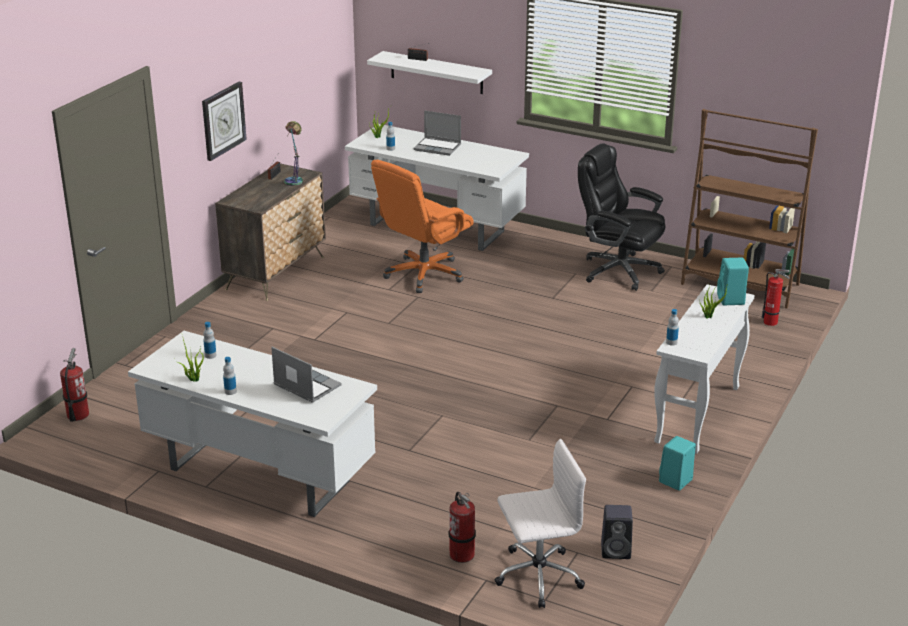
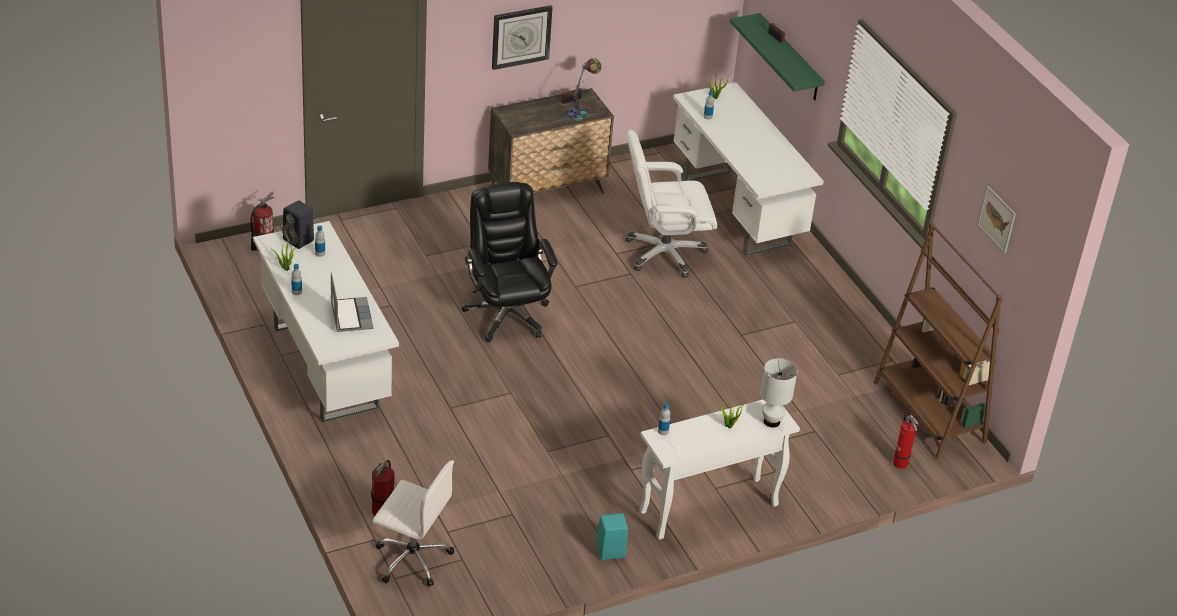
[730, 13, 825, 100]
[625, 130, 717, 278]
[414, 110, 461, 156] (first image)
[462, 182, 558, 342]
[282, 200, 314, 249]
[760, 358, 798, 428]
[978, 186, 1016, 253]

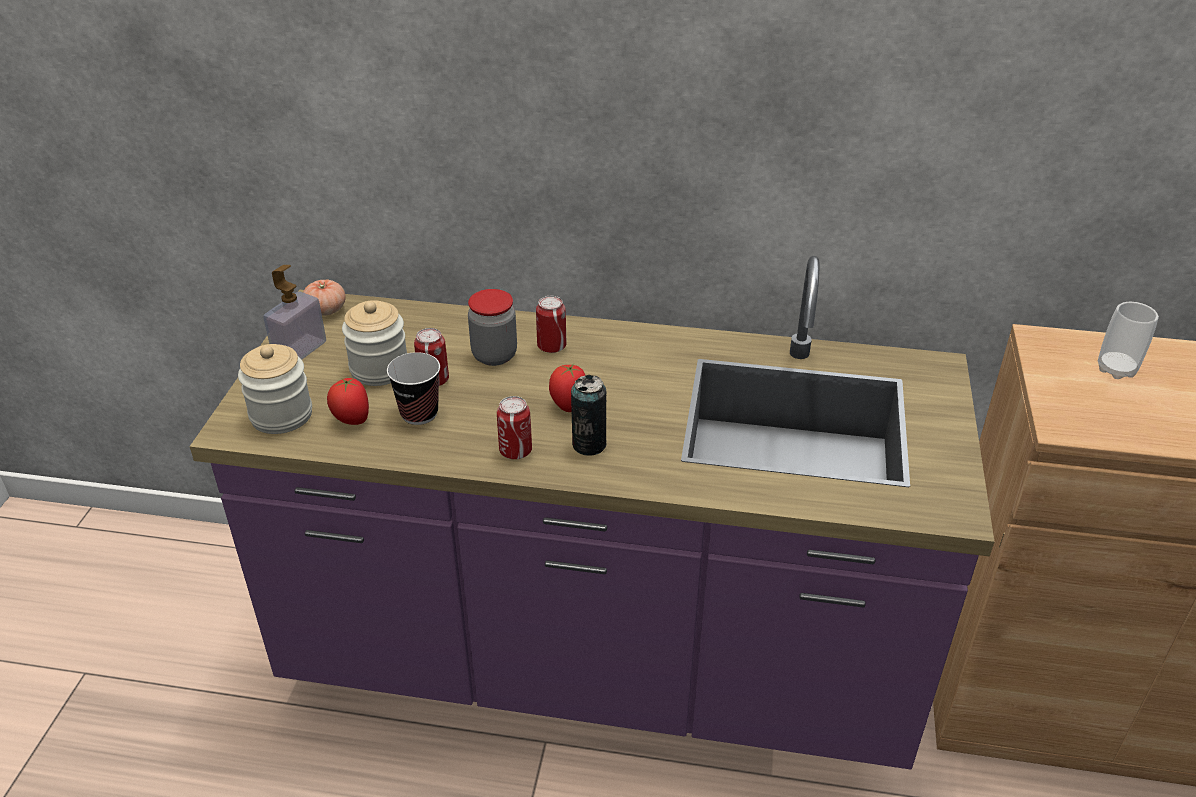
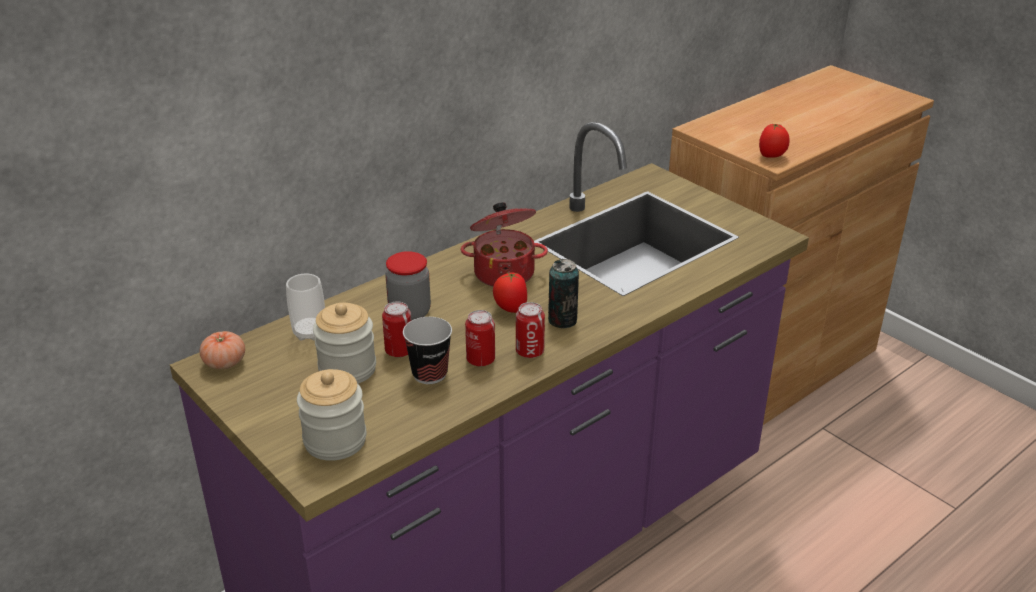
[263, 265, 326, 360] (first image)
[759, 123, 789, 158]
[465, 310, 495, 366]
[286, 273, 325, 340]
[461, 202, 548, 287]

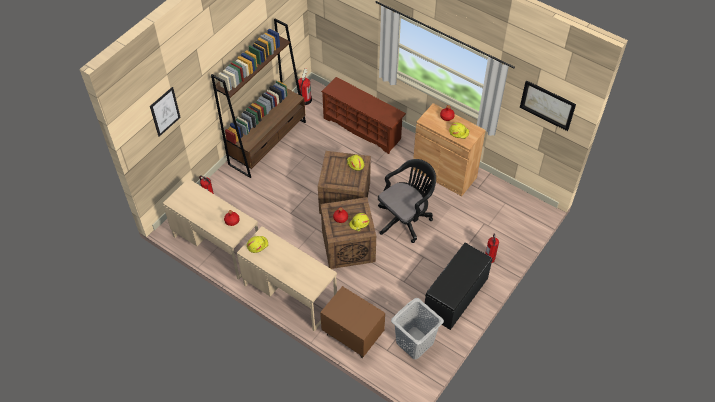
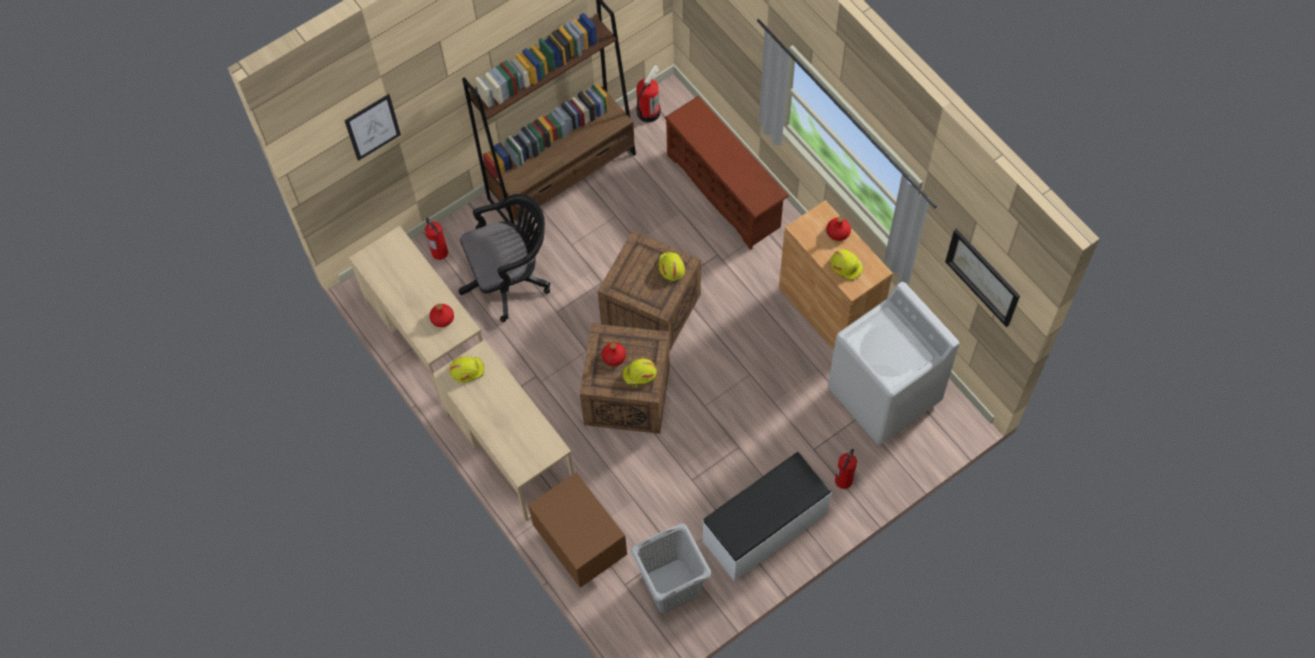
[458, 194, 550, 322]
[703, 452, 832, 581]
[828, 282, 959, 445]

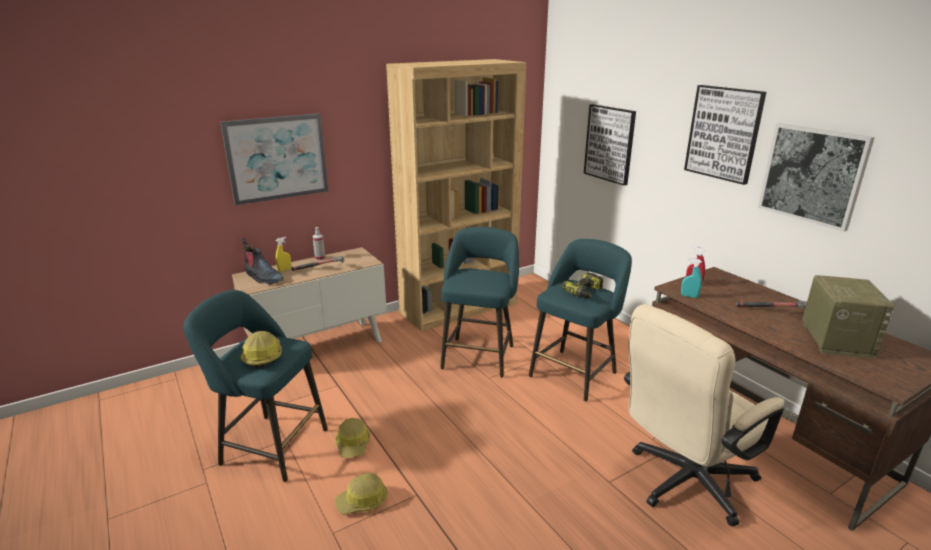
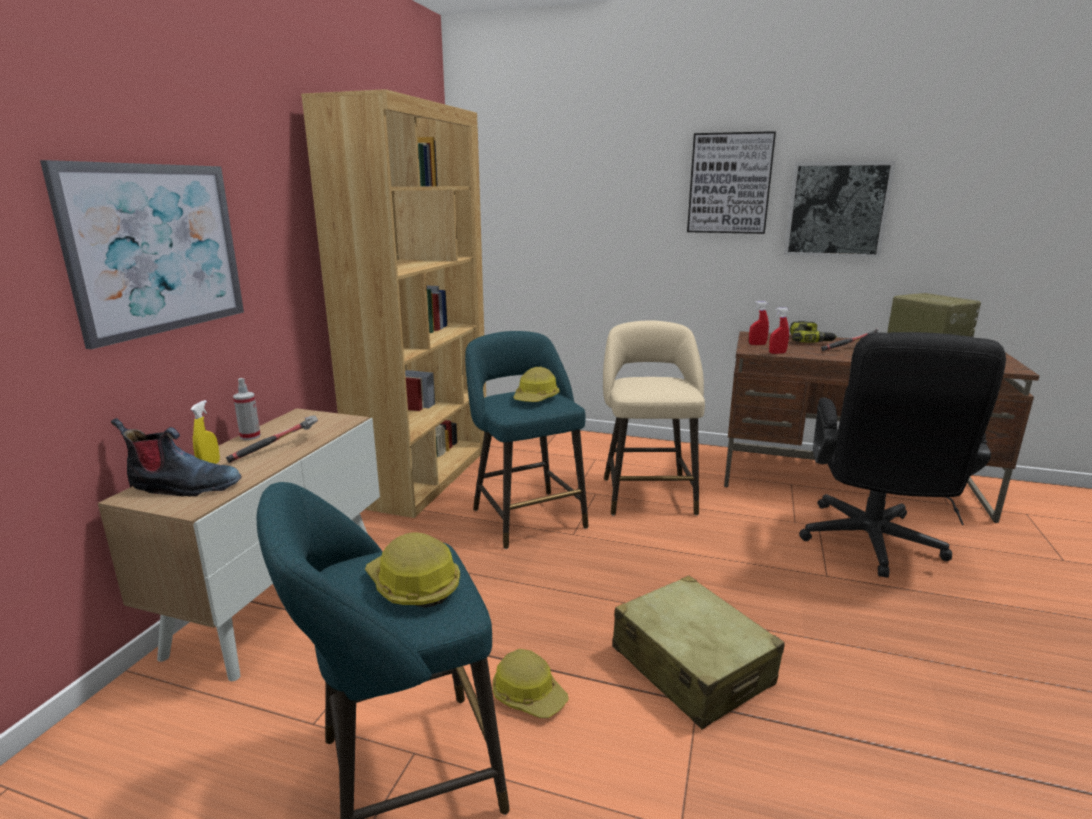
[513, 367, 560, 402]
[603, 320, 705, 516]
[790, 321, 837, 343]
[584, 104, 636, 186] (first image)
[799, 332, 1006, 578]
[769, 308, 789, 354]
[612, 575, 785, 729]

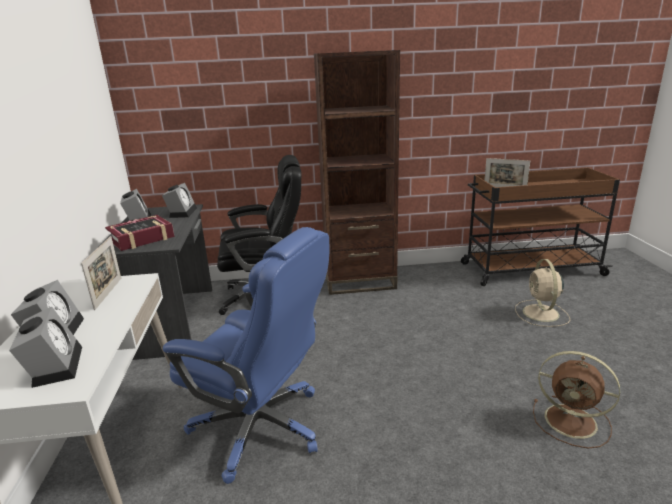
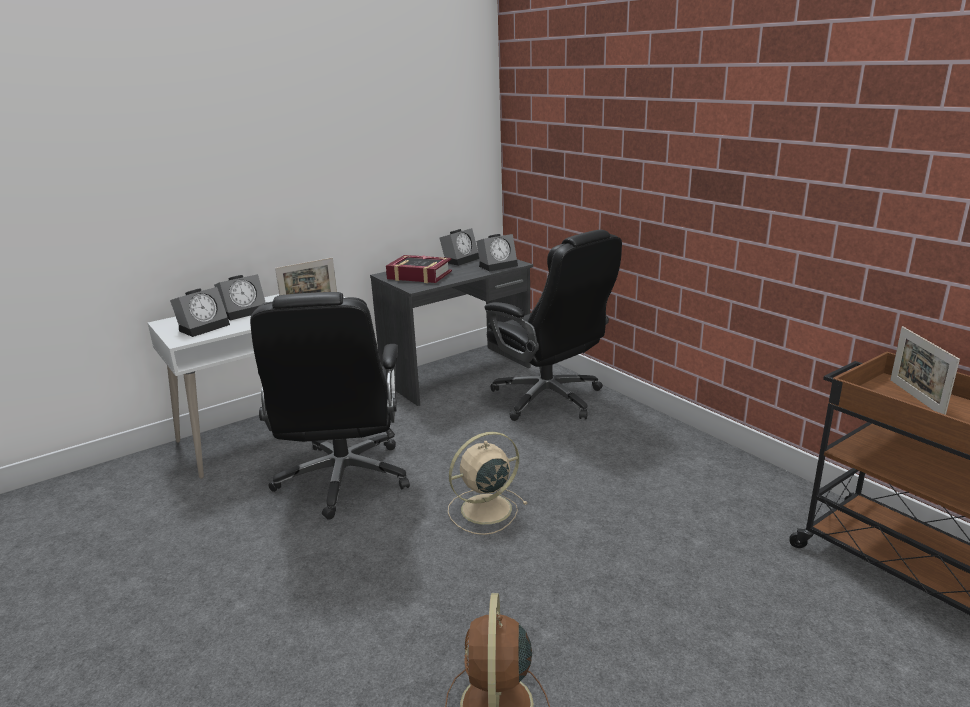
[250, 292, 410, 520]
[314, 50, 400, 295] (first image)
[448, 432, 528, 535]

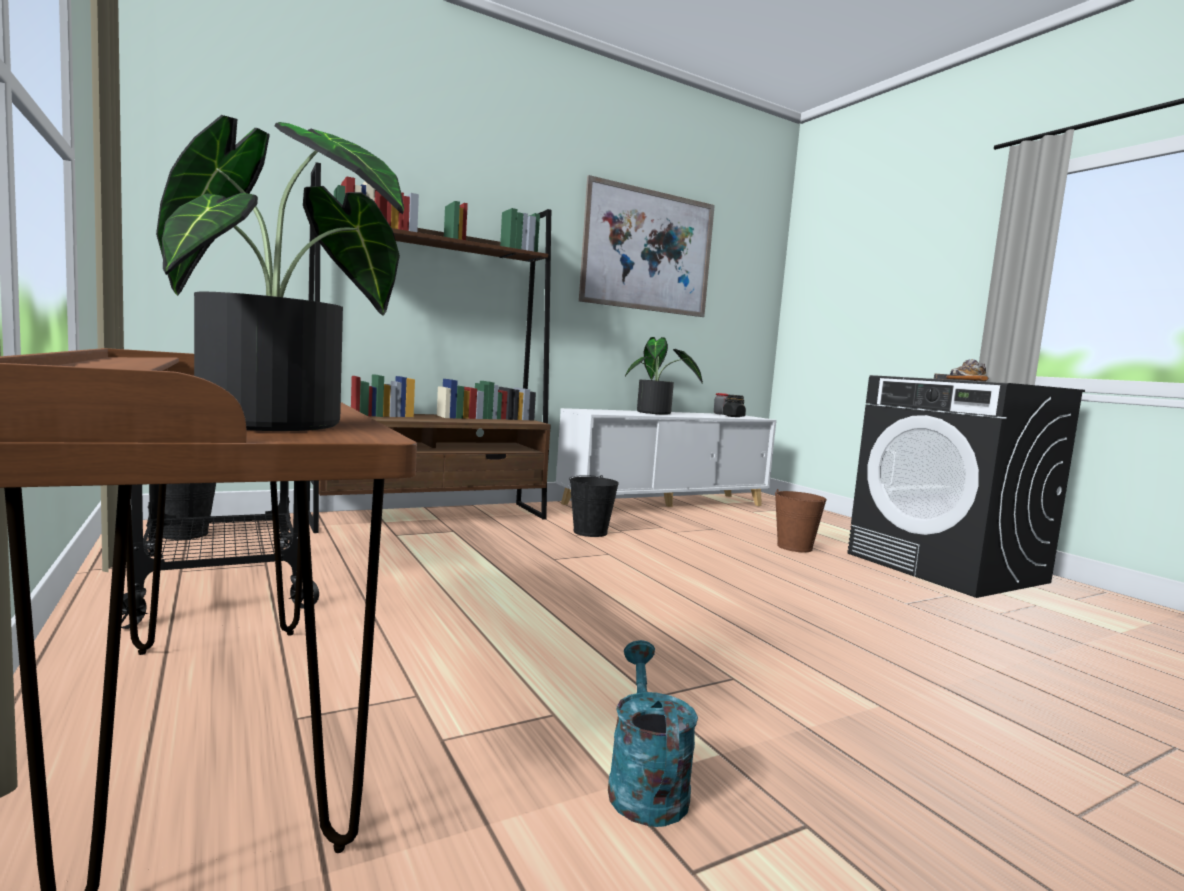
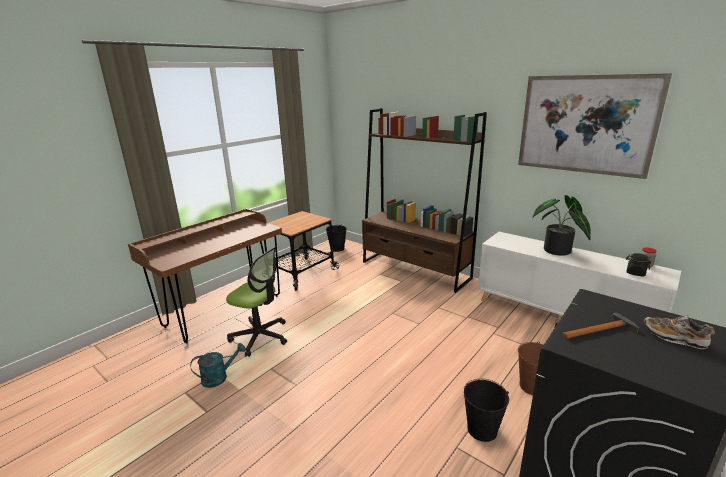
[156, 115, 404, 431] (first image)
[464, 379, 509, 442]
[226, 247, 287, 357]

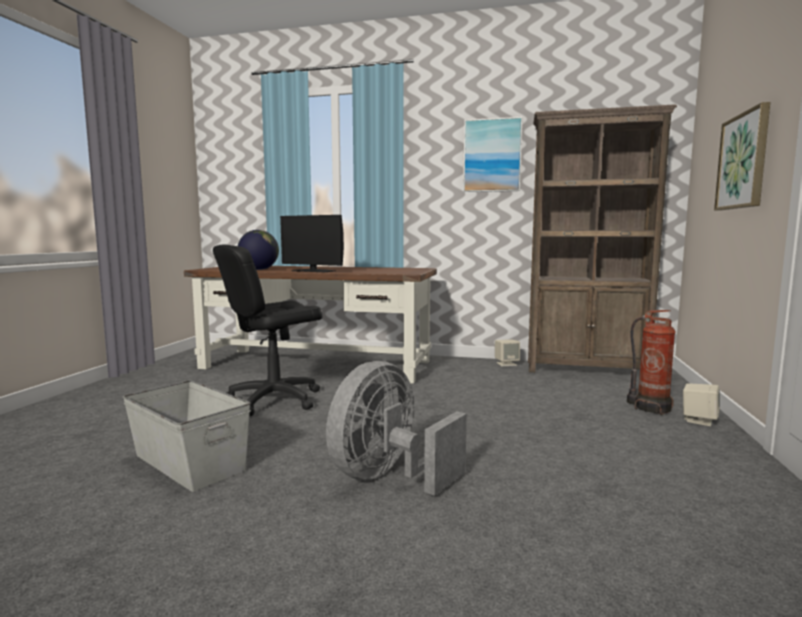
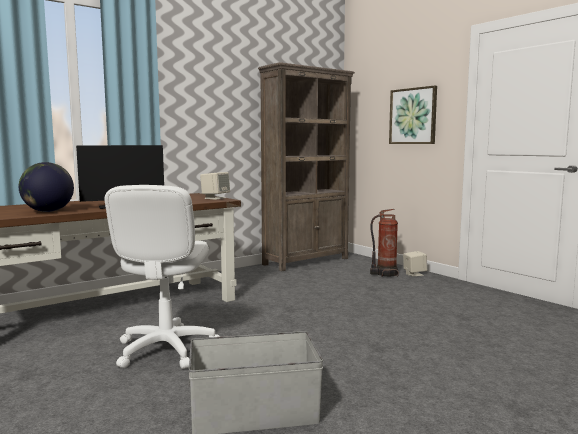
[105, 185, 220, 369]
[326, 361, 467, 496] (first image)
[463, 117, 523, 192] (first image)
[200, 172, 230, 200]

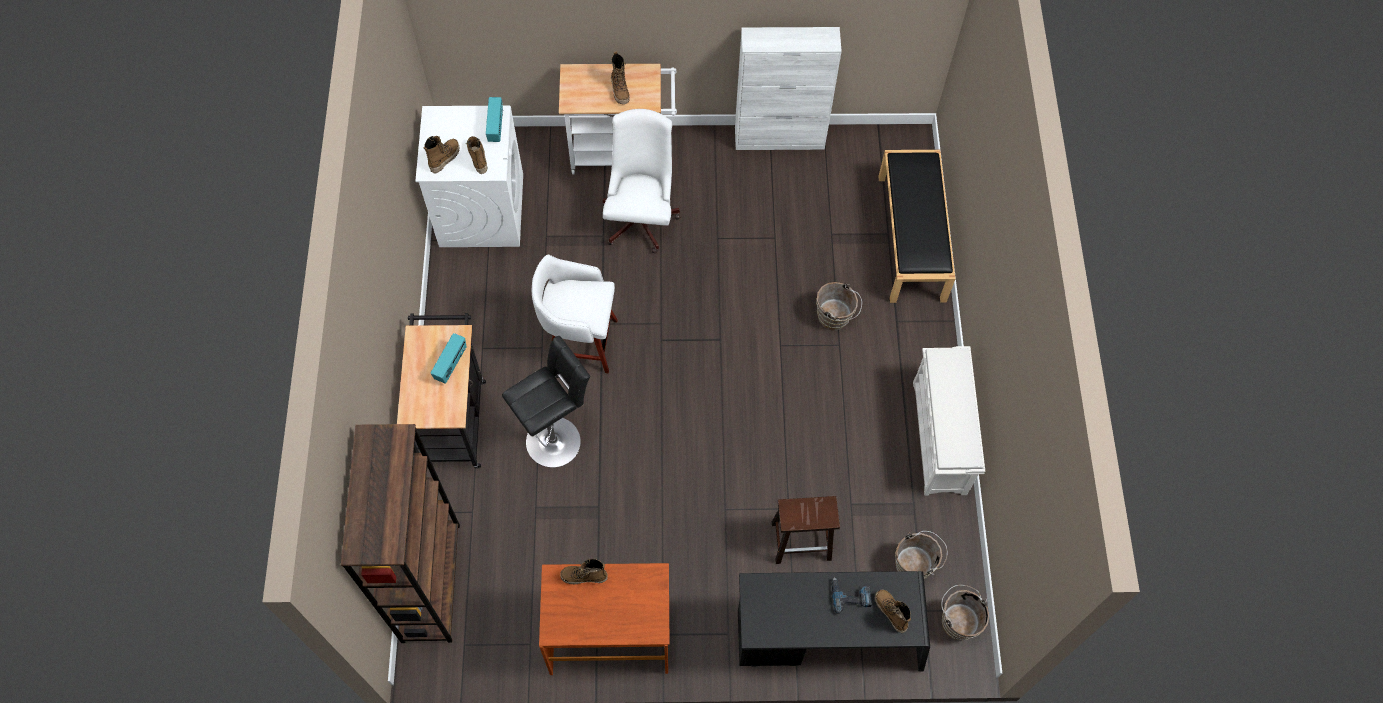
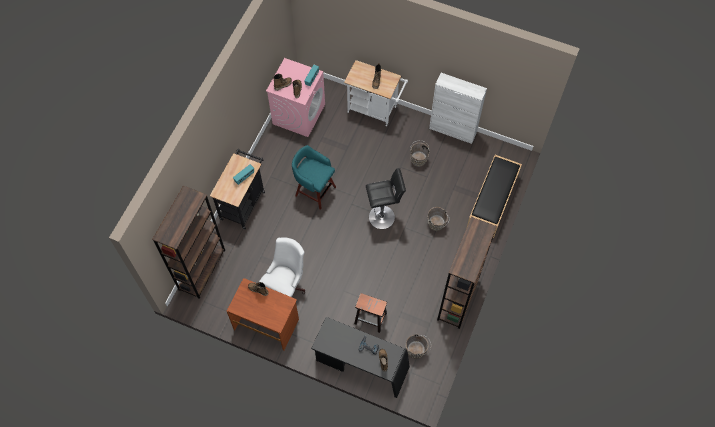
[266, 58, 325, 137]
[366, 168, 406, 229]
[292, 145, 336, 210]
[259, 237, 305, 297]
[437, 217, 497, 329]
[409, 140, 431, 167]

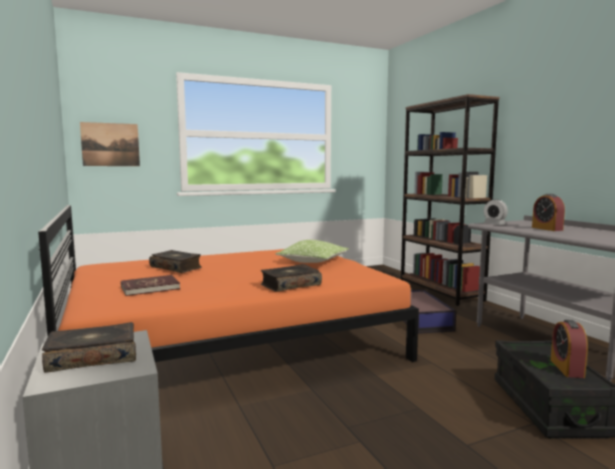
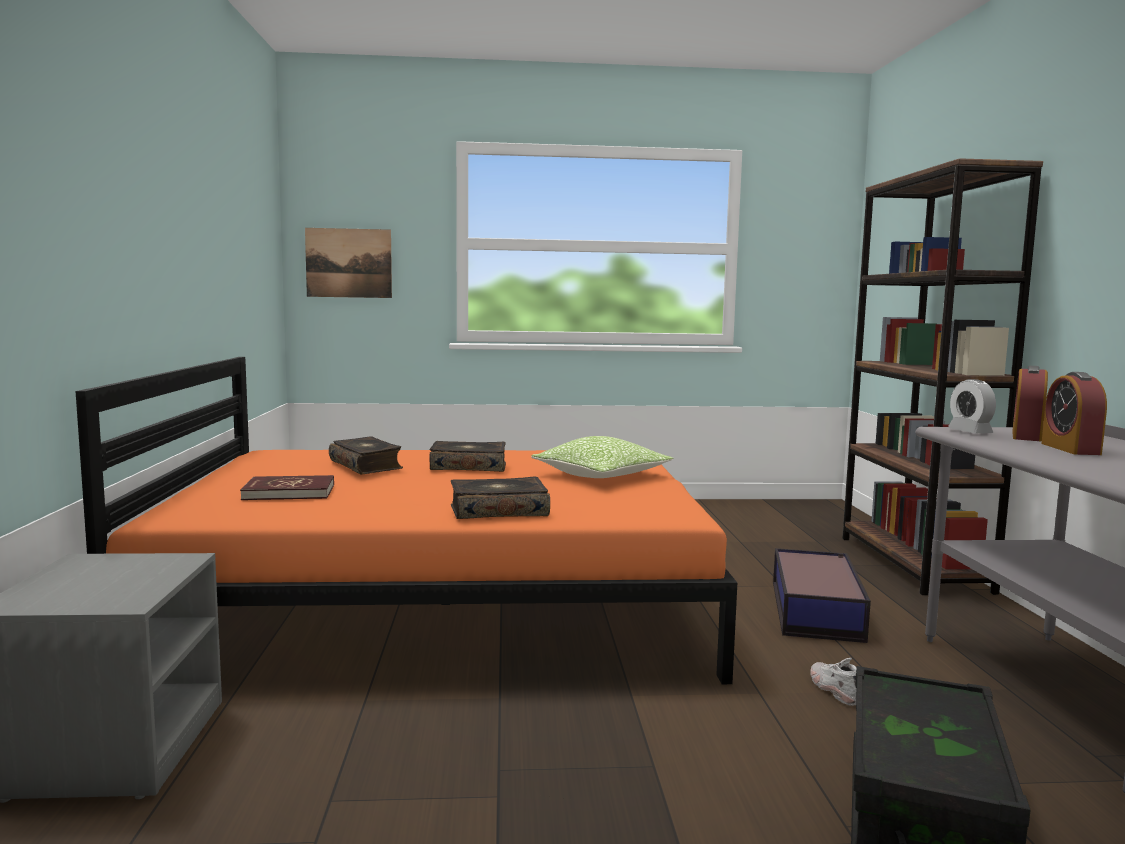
[429, 441, 506, 472]
[1012, 366, 1048, 441]
[810, 658, 857, 706]

